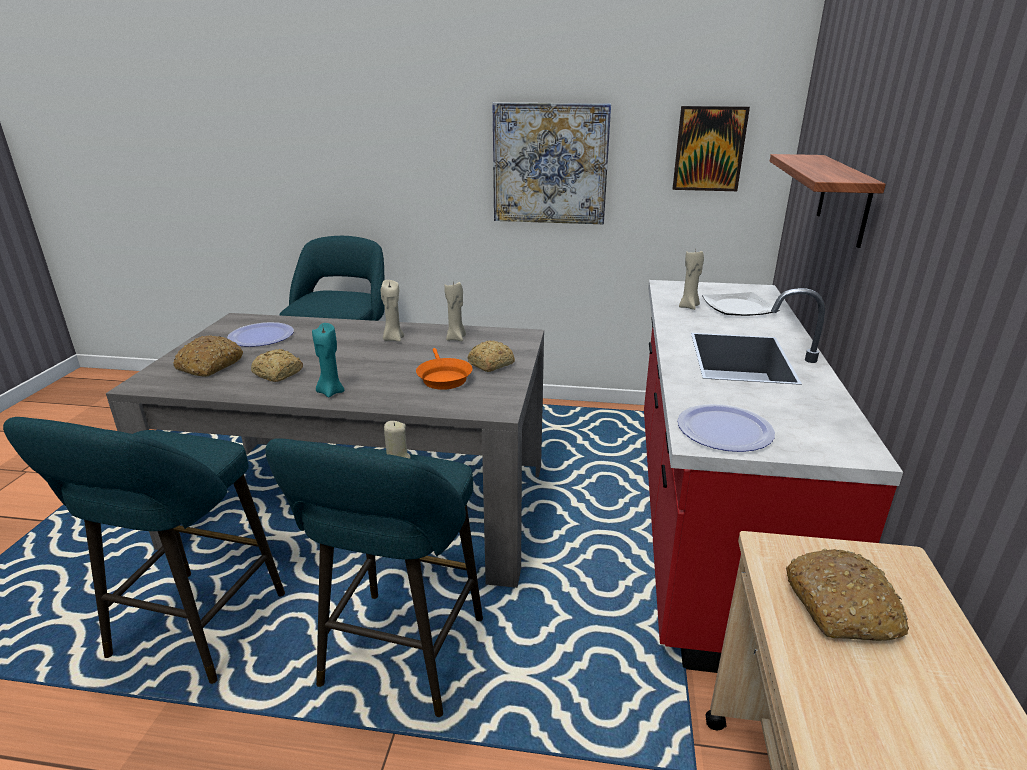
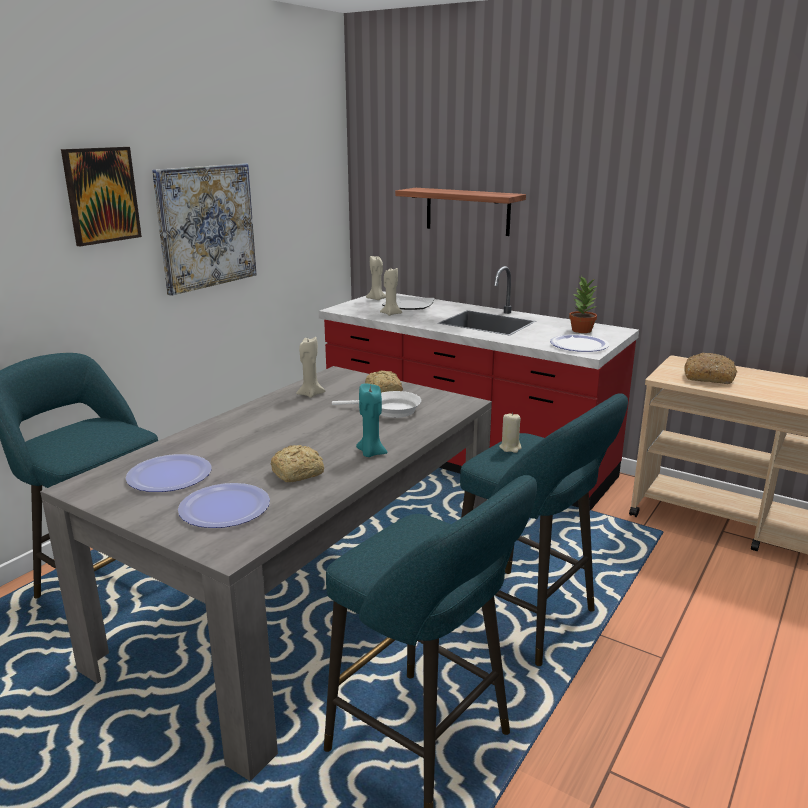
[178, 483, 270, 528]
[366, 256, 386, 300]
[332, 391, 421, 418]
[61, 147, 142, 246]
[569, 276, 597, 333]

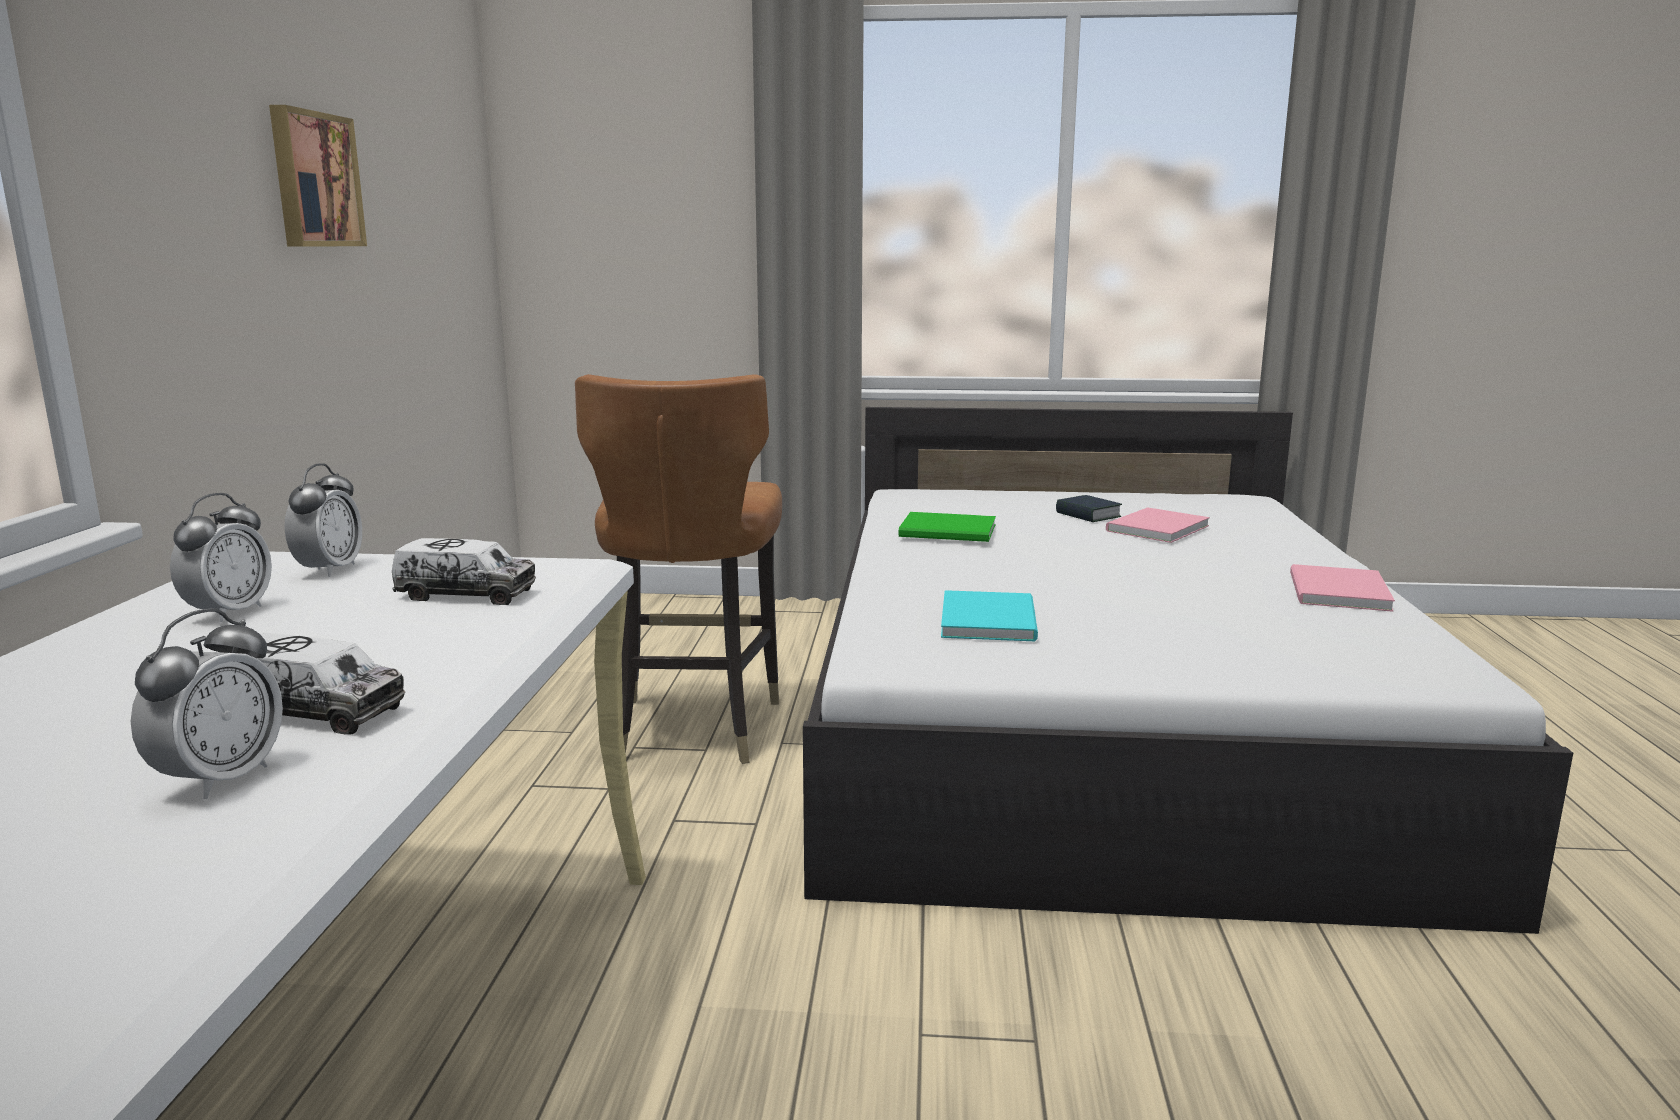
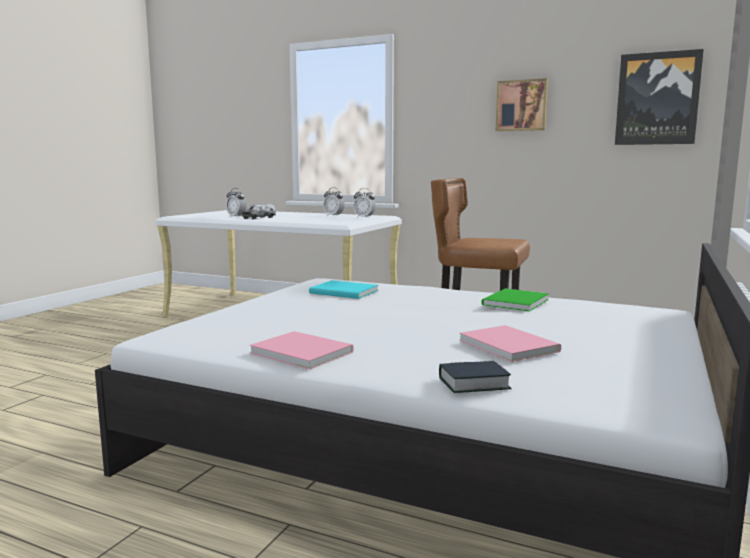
[392, 538, 536, 605] (first image)
[439, 361, 512, 393]
[615, 49, 704, 145]

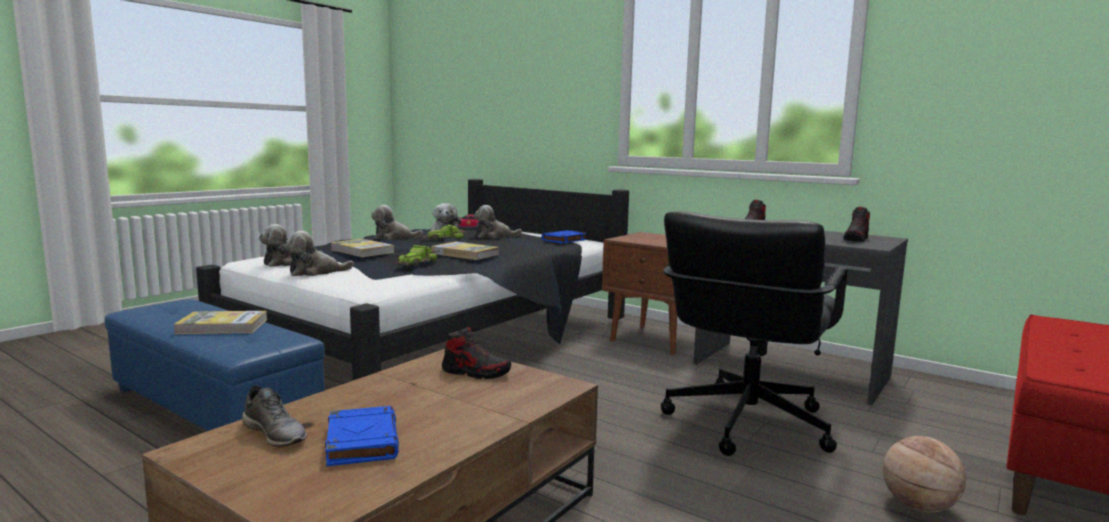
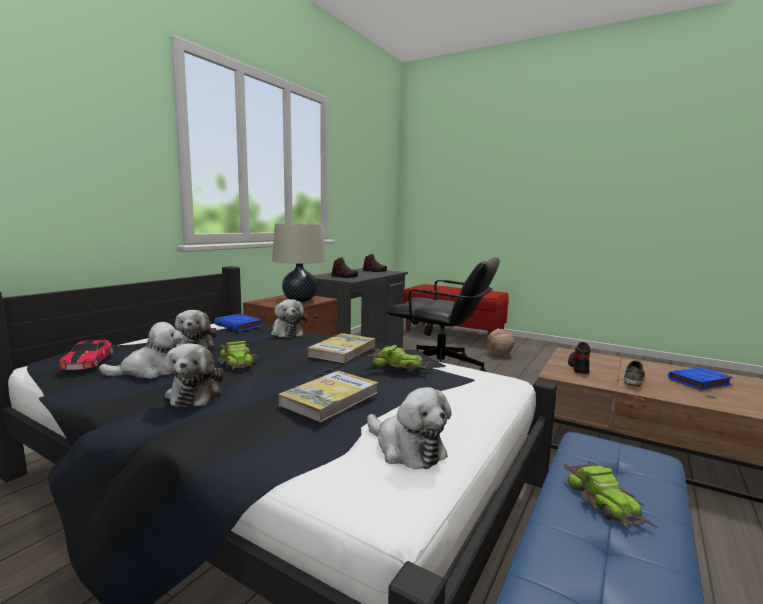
[564, 462, 658, 532]
[624, 361, 645, 387]
[271, 299, 307, 338]
[272, 223, 326, 302]

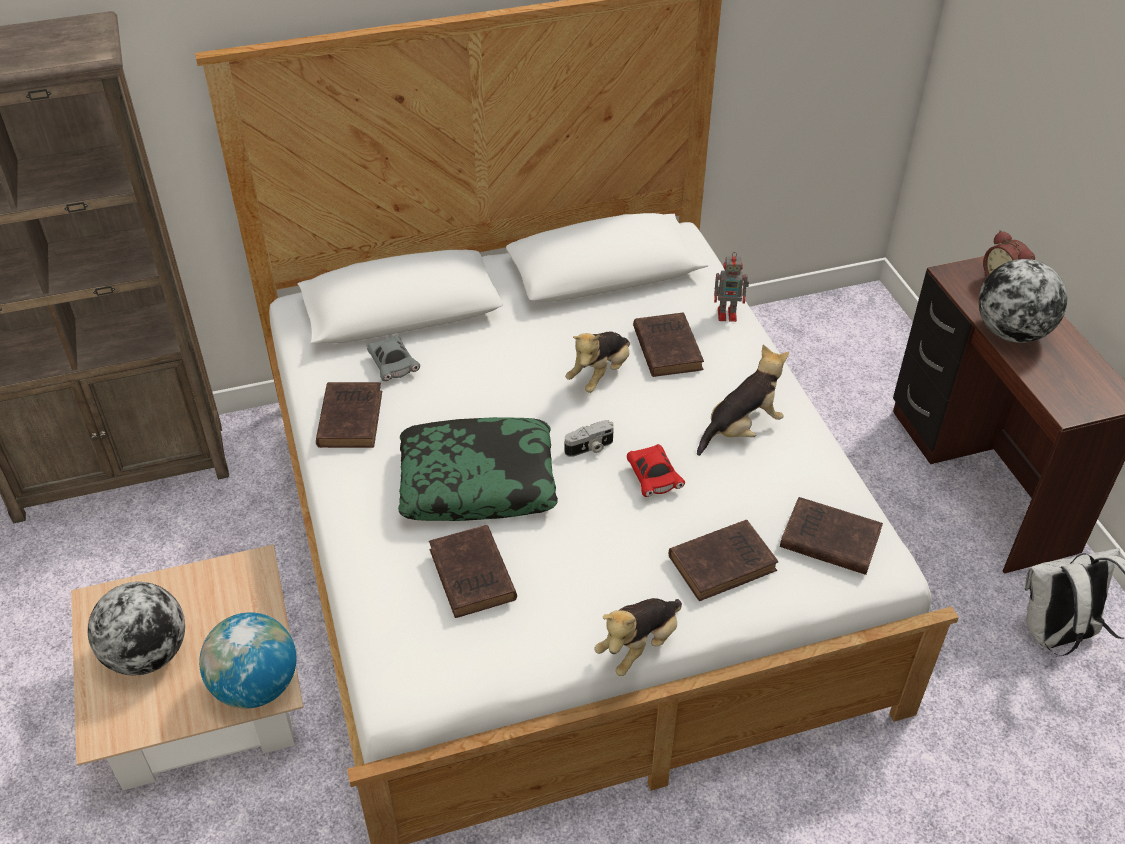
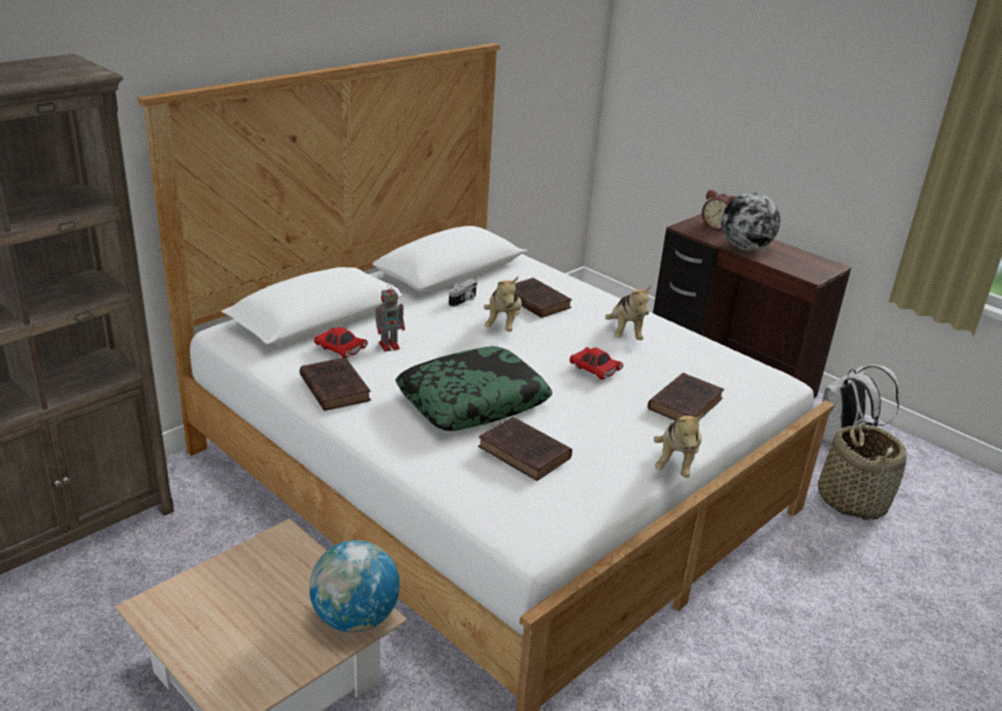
[88, 582, 185, 675] (first image)
[314, 327, 368, 358]
[449, 279, 478, 307]
[605, 285, 651, 340]
[375, 284, 405, 352]
[780, 497, 883, 575] (first image)
[818, 422, 907, 521]

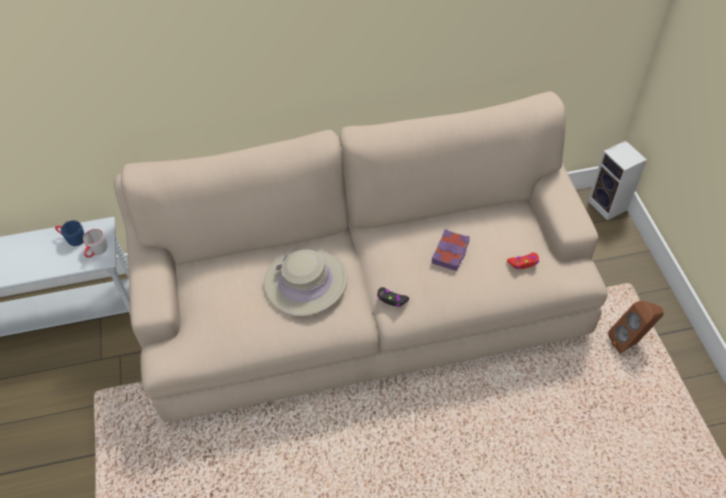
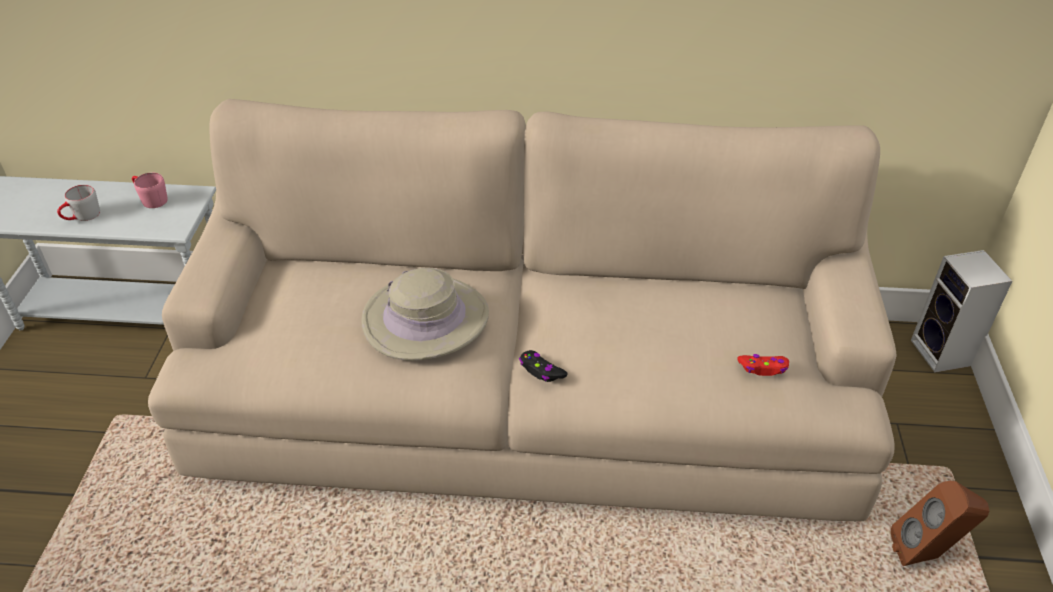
[132, 172, 168, 208]
[57, 184, 100, 221]
[431, 229, 470, 271] (first image)

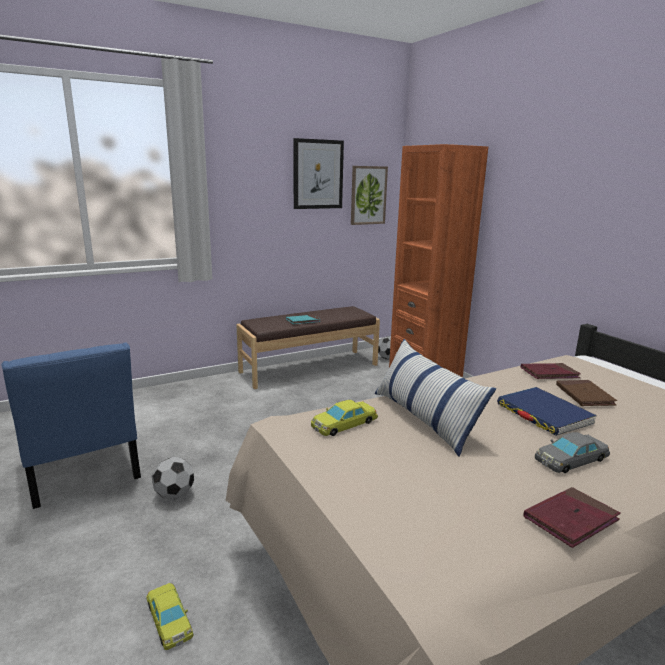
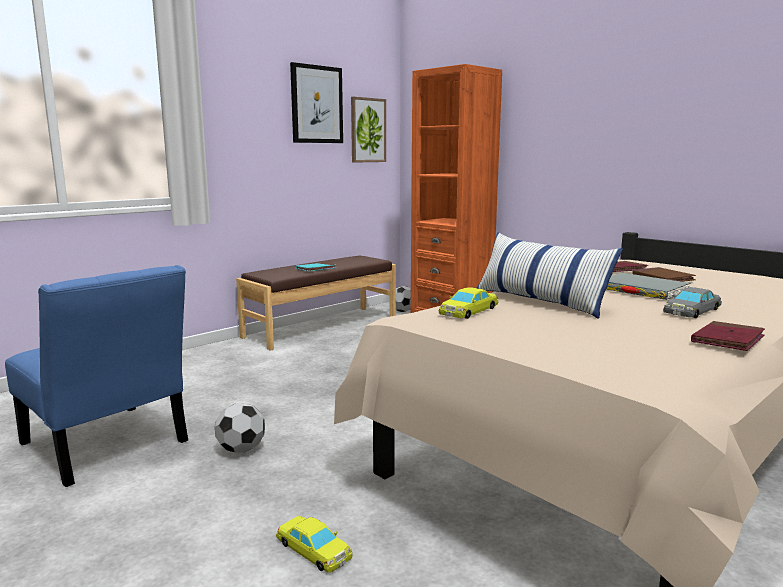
[606, 273, 691, 300]

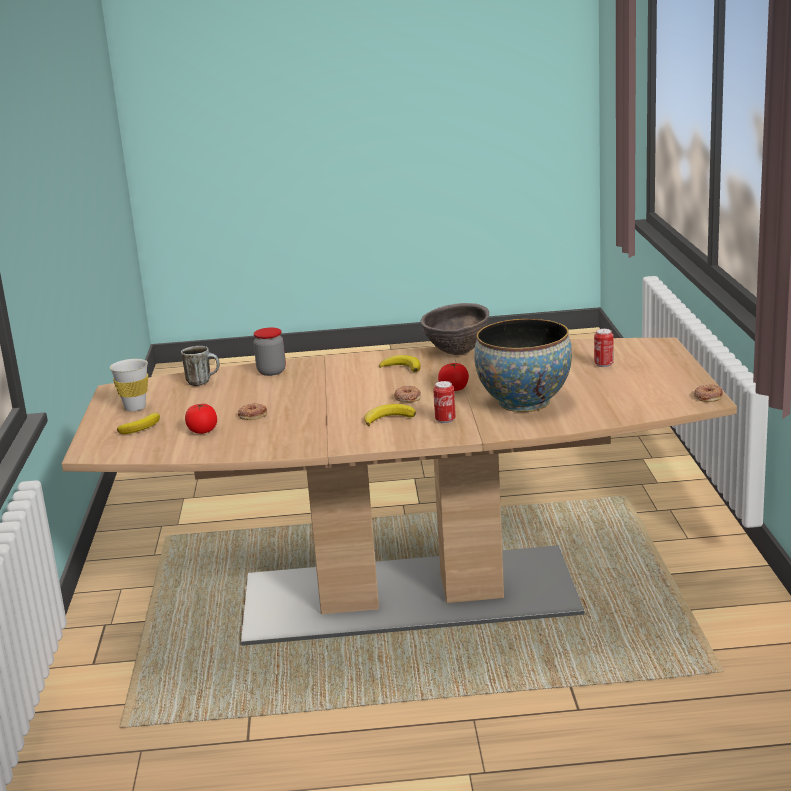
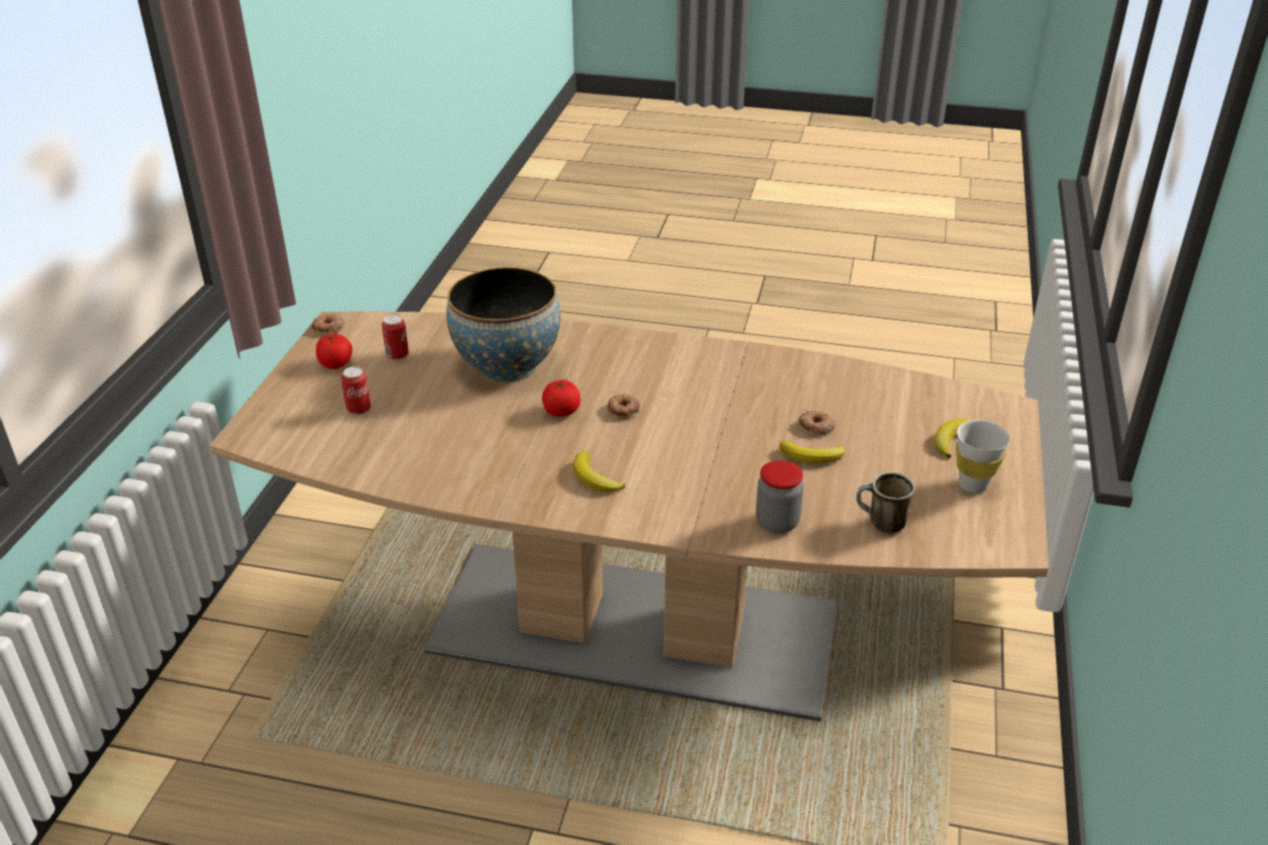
[316, 334, 353, 369]
[779, 440, 845, 463]
[420, 303, 489, 355] (first image)
[382, 314, 409, 361]

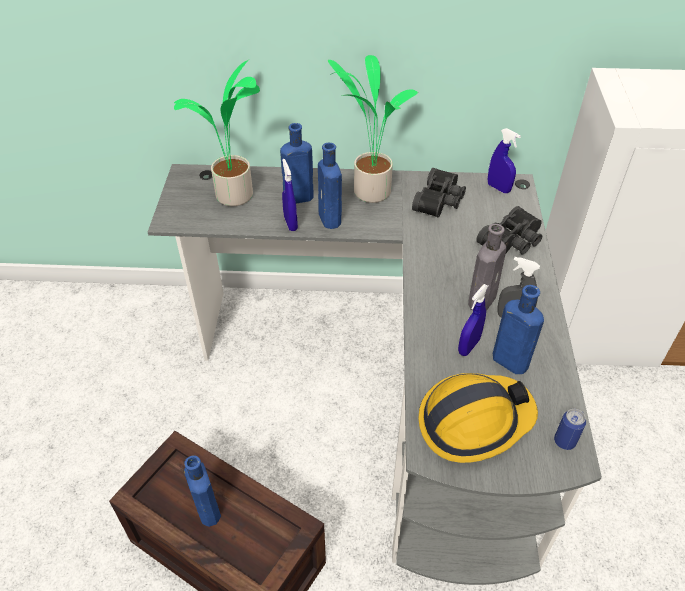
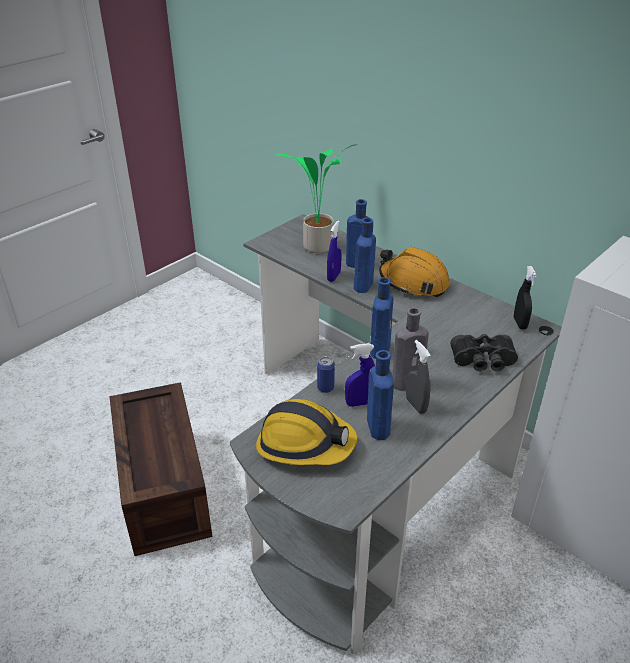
[370, 277, 393, 359]
[379, 247, 450, 297]
[412, 168, 466, 217] (first image)
[514, 266, 537, 330]
[317, 356, 335, 393]

